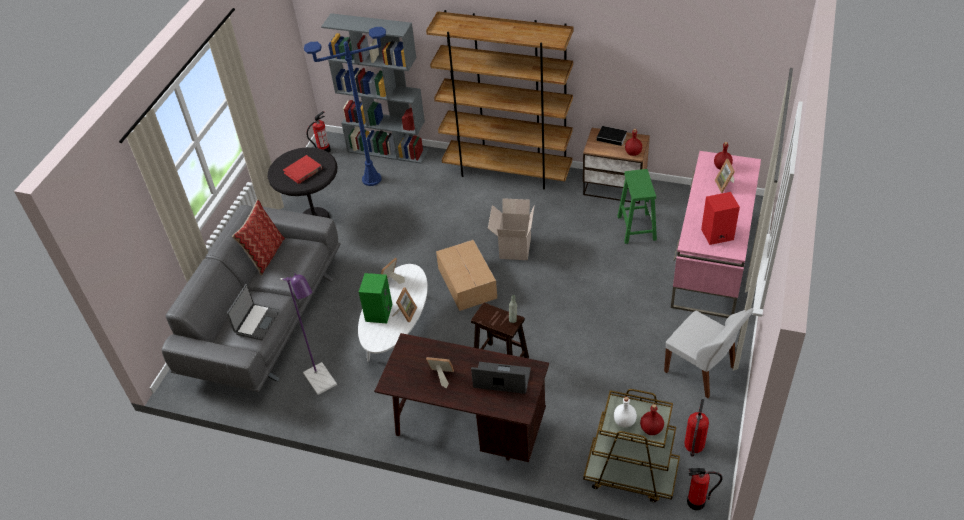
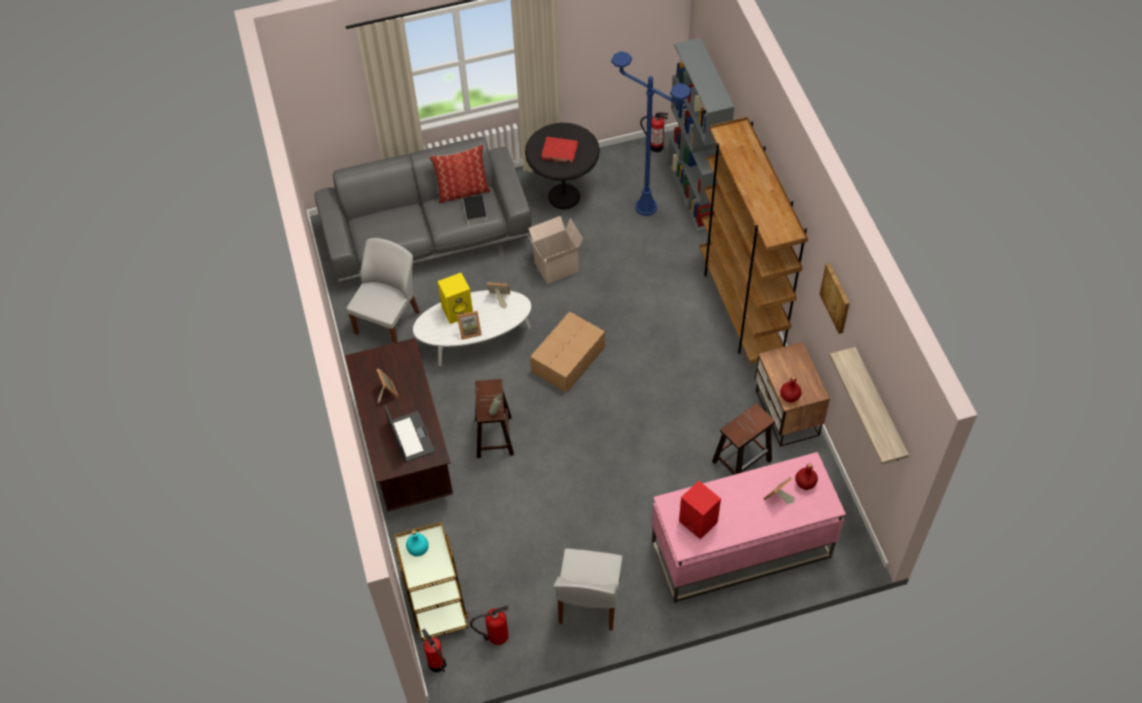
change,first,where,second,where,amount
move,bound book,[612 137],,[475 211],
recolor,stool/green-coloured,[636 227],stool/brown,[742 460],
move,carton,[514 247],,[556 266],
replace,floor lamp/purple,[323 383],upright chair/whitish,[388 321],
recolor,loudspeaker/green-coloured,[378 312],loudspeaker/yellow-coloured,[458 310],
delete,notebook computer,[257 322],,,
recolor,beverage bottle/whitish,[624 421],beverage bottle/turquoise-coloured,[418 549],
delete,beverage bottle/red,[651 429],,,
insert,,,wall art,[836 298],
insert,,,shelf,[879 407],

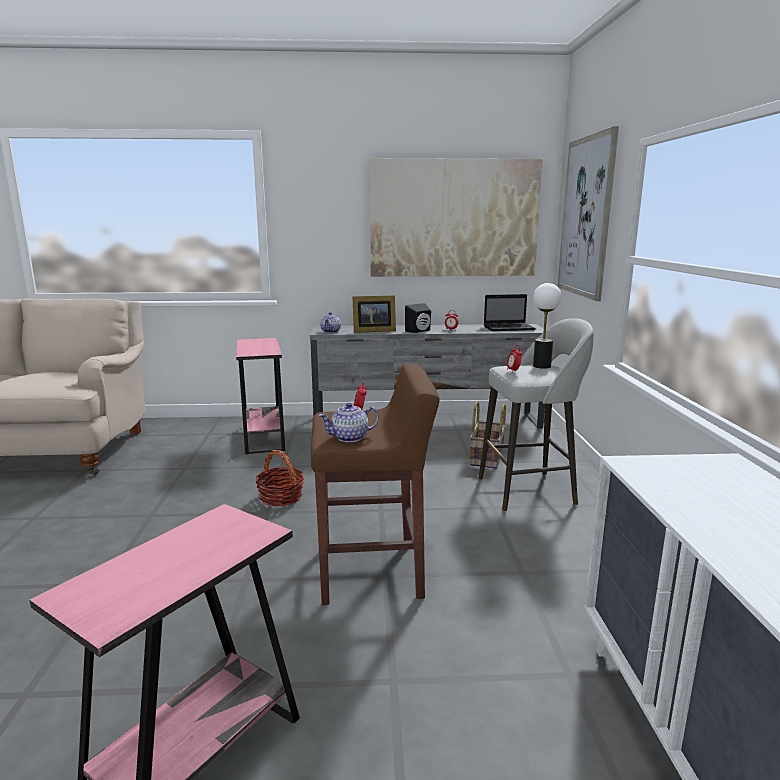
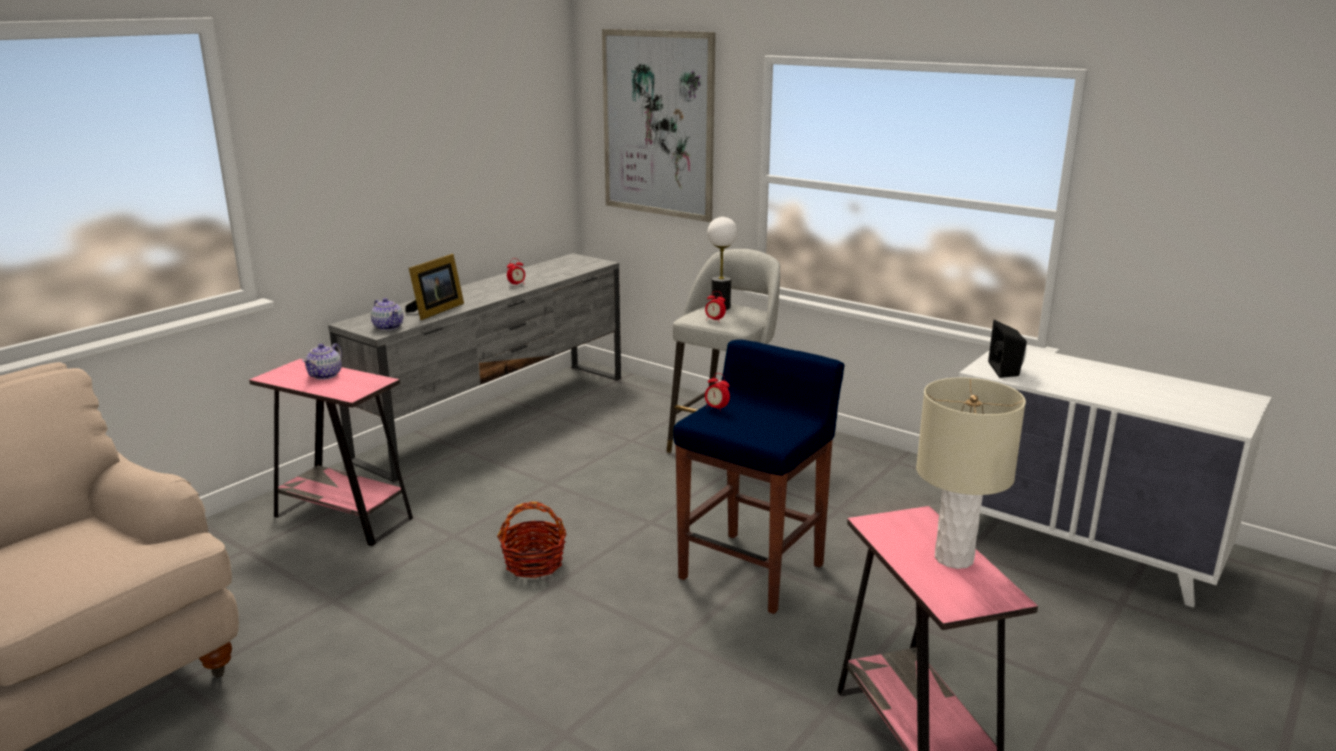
change,first,where,second,where,amount
delete,wall art,[454 218],,,
delete,notebook computer,[509 328],,,
move,loudspeaker/blackish,[419 331],,[1006 370],
recolor,stool/brown,[372 572],stool/blue-coloured,[753 570],
delete,storage basket,[487 458],,,
move,tea pot,[350 437],,[325 375],
insert,,,table lamp/beige-coloured,[954 559],

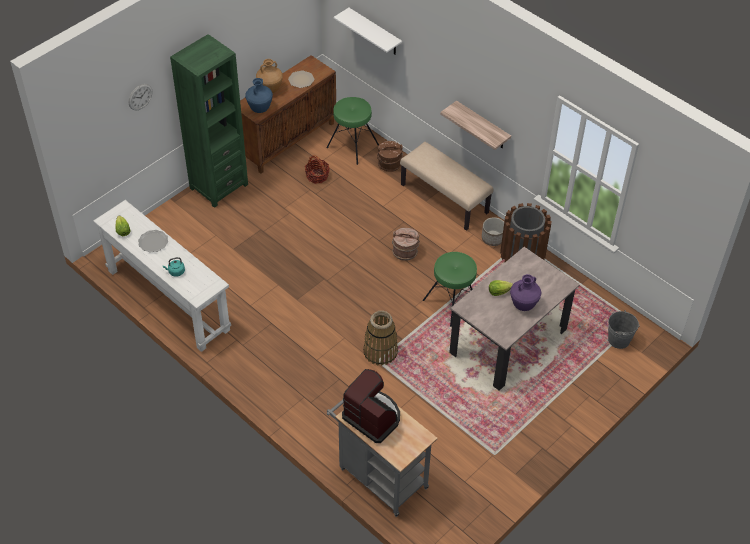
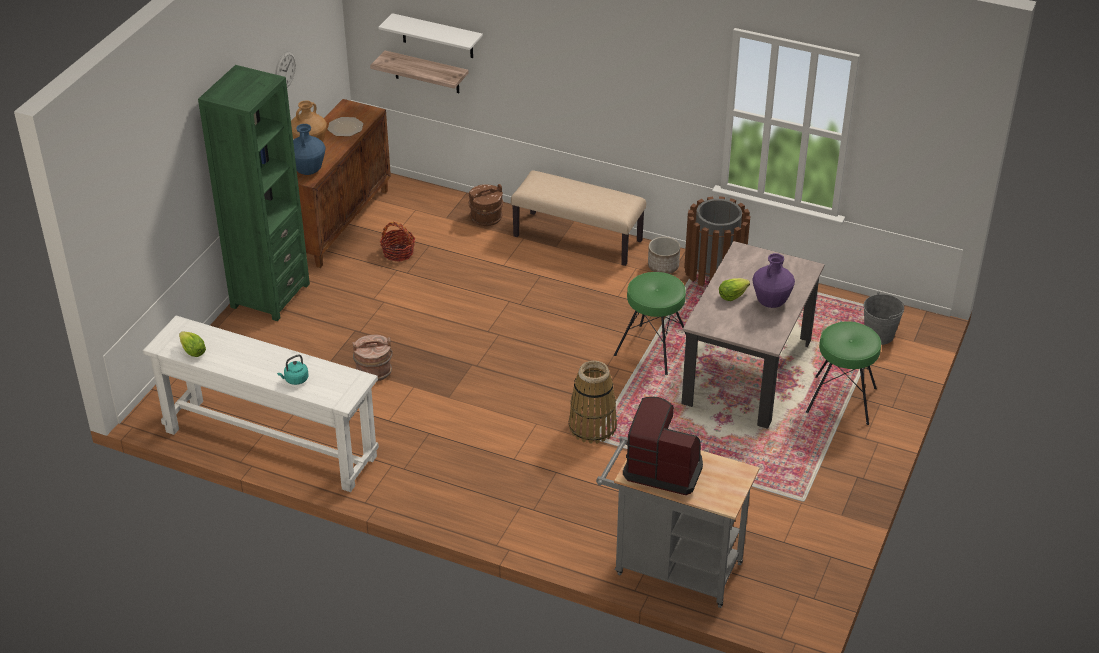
change,first,where,second,where,amount
move,hanging clock,[140 97],,[285 70],
move,stool/green-coloured,[352 146],,[841 400],
move,shelf,[482 126],,[427 72],
move,water bucket/brown,[405 252],,[374 371],
delete,dinner plate,[153 242],,,

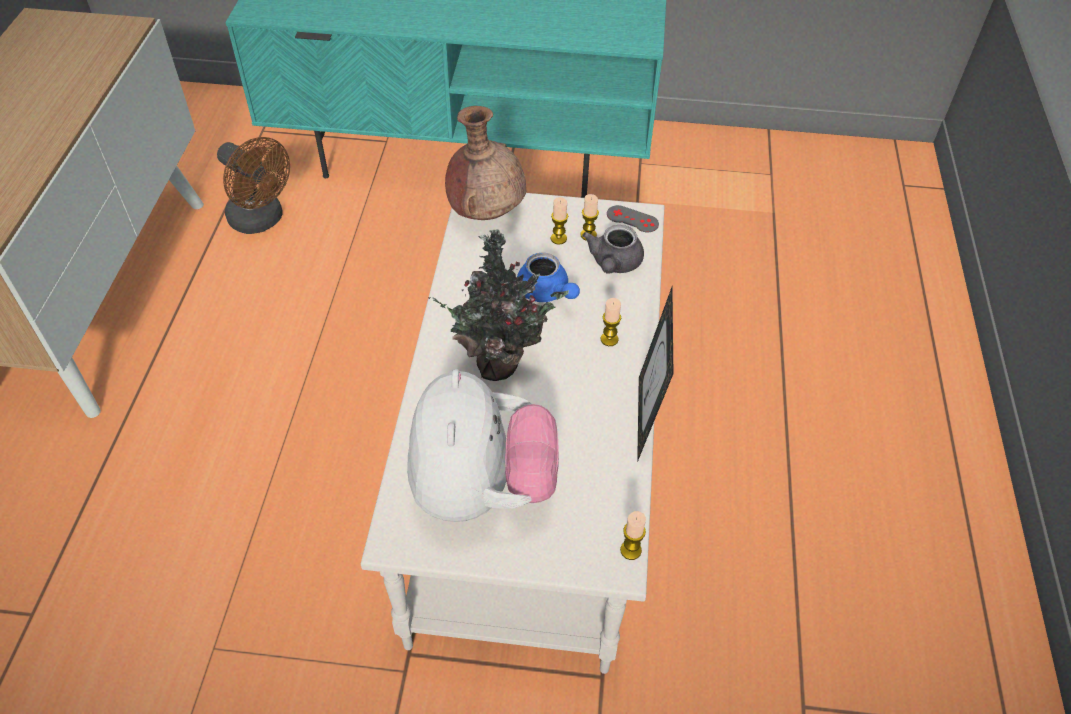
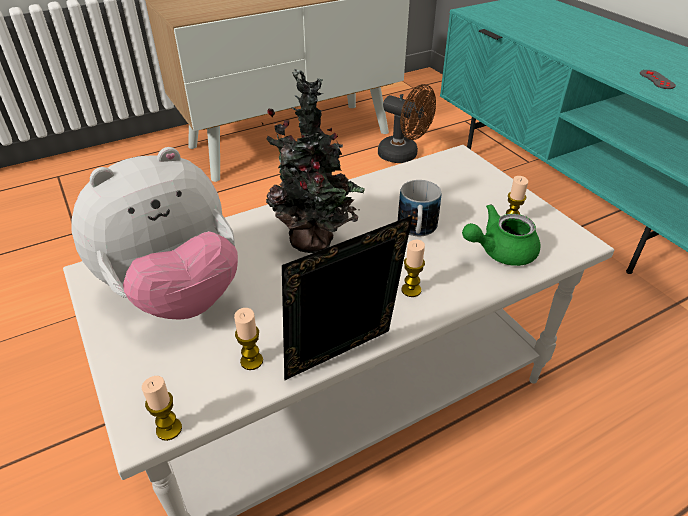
change,first,where,second,where,amount
delete,vase/brown,[486 212],,,
rotate,cooling fan/brown,[262 220],,[403 156],60 degrees counterclockwise
move,wax candle,[558 238],,[251 361],
move,joypad/greyish,[632 219],,[656 79],
recolor,tea pot/greyish,[613 264],tea pot/green-coloured,[499 252],
replace,tea pot/blue-coloured,[546 293],coffee mug,[417 230],

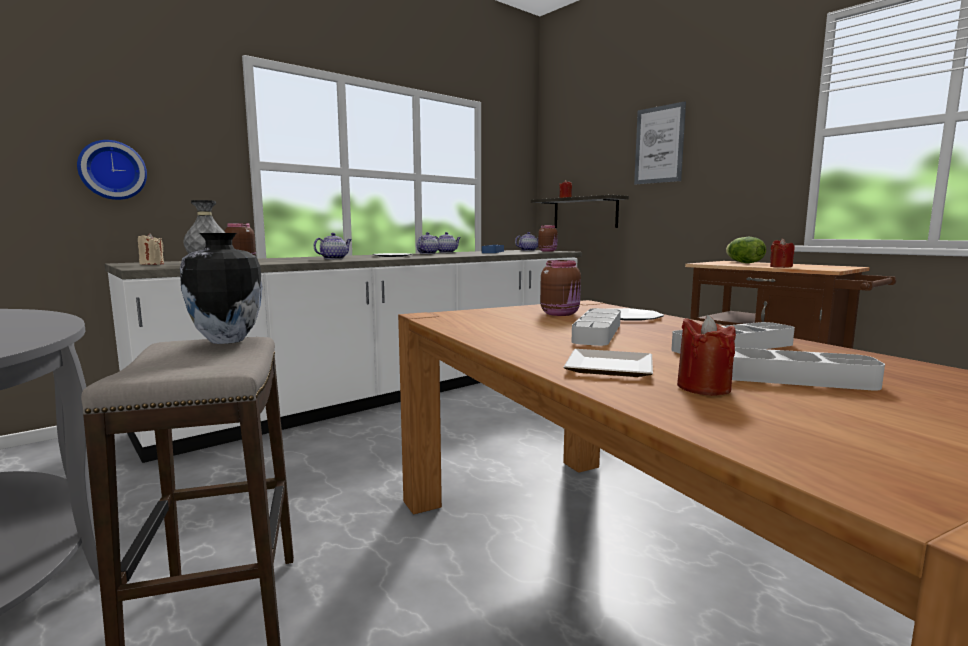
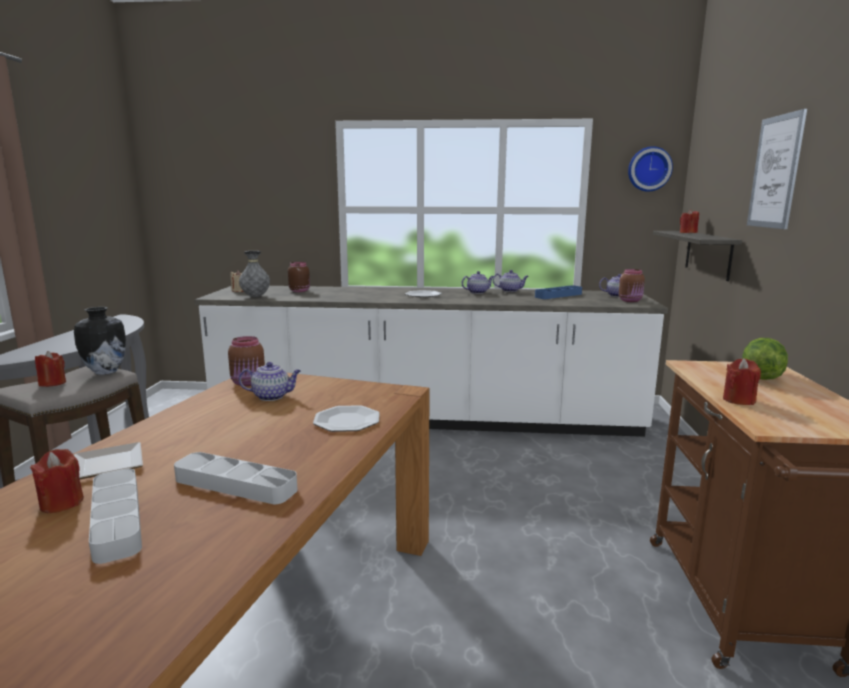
change,first,where,second,where,amount
move,hanging clock,[112 170],,[649 169],
move,tea pot,[334 259],,[272 396],
move,preserve jar/brown,[561 314],,[249 383],
delete,tray/greyish,[597 332],,,
insert,,,wax candle/red,[52 383],

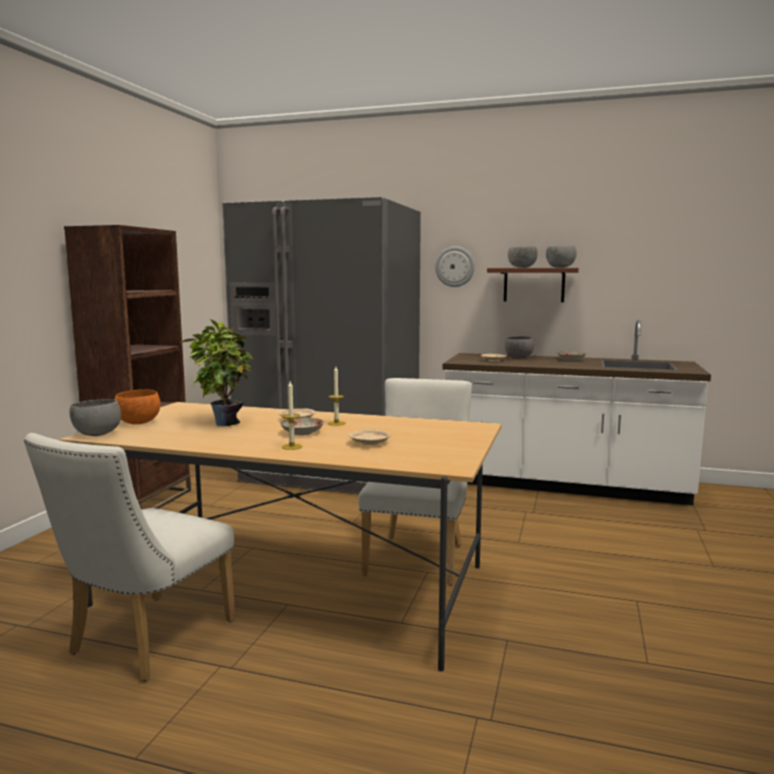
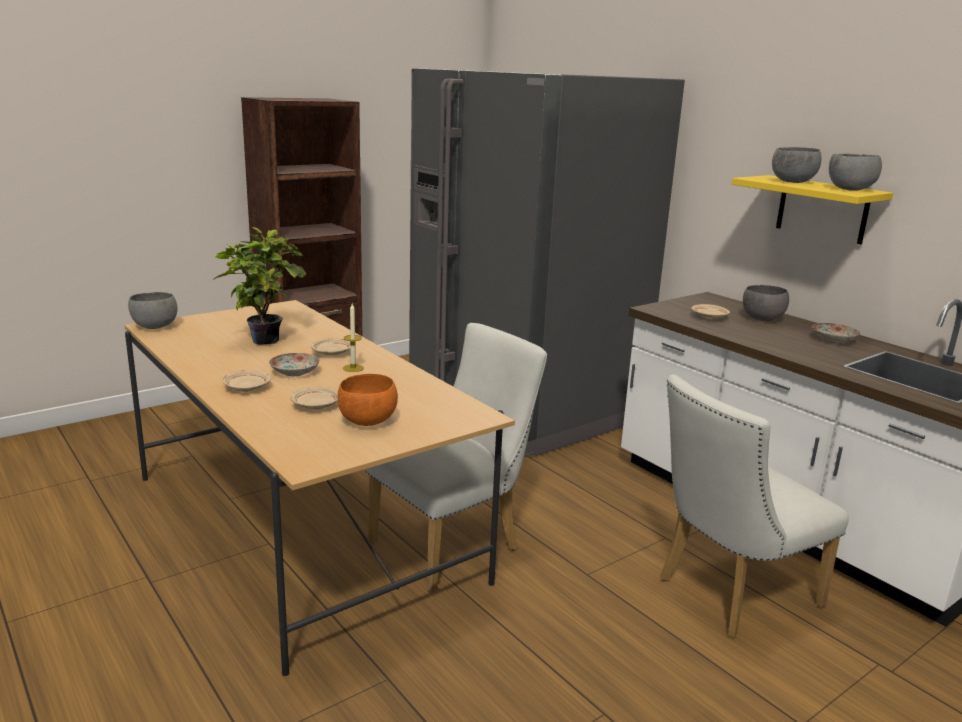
change,first,where,second,where,amount
delete,hanging clock,[455 266],,,
recolor,shelf/brown,[534 285],shelf/yellow-coloured,[822 209],
replace,wax candle,[292 447],dinner plate/beige-coloured,[246 388],
move,bowl/orange-coloured,[139 423],,[368 422],
move,upright chair/whitish,[143 642],,[729 594],

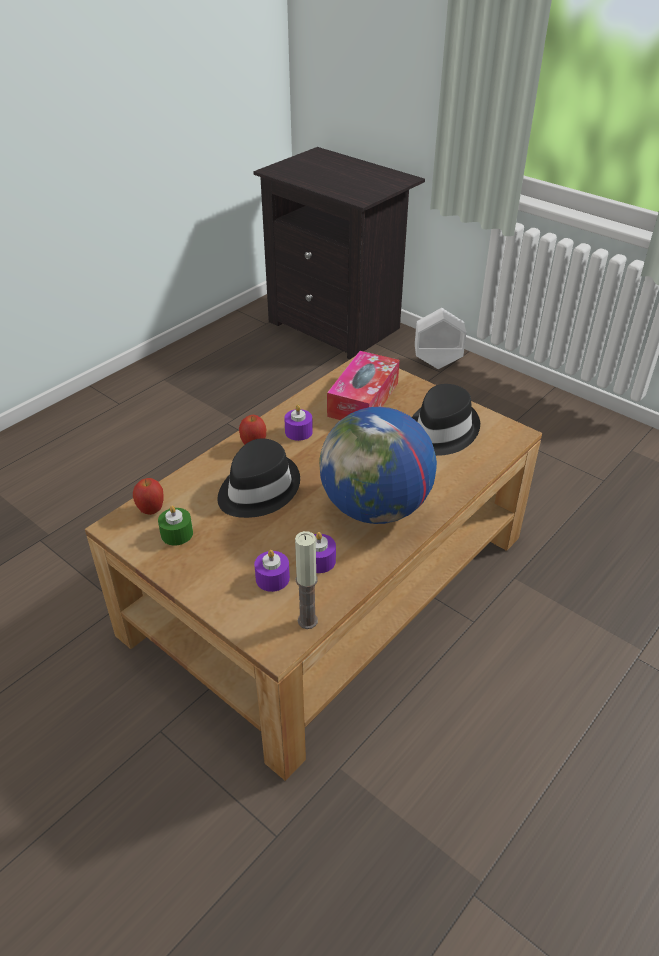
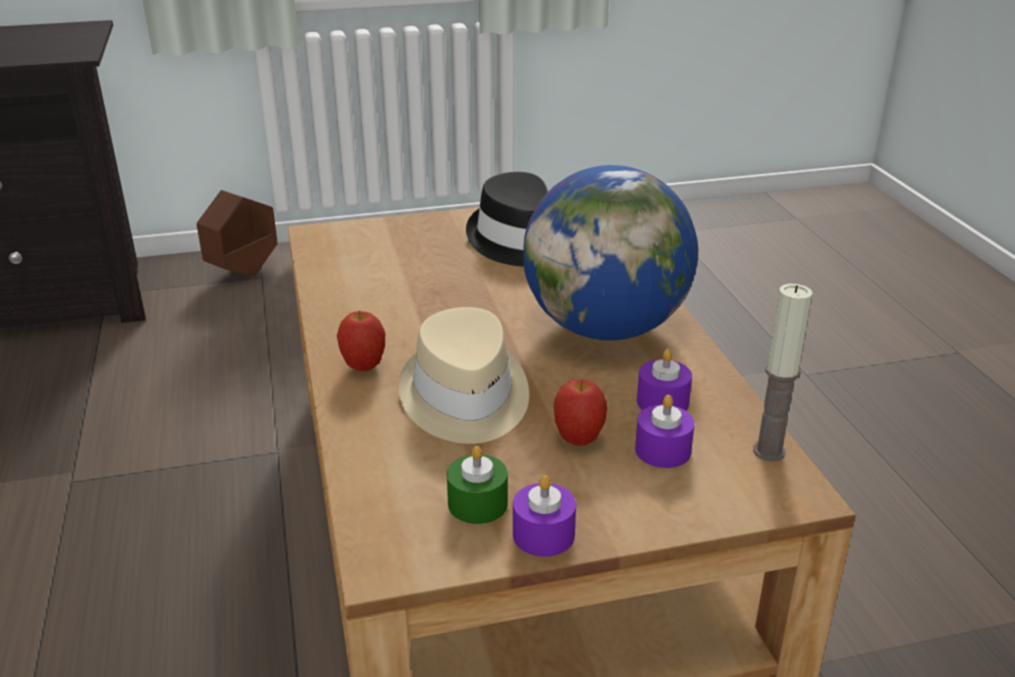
change,first,where,second,where,amount
recolor,flower pot/whitish,[437 363],flower pot/brown,[243 272],
delete,box of tissues,[363 399],,,
move,wax candle/purple,[298 432],,[543 534],
recolor,wearable hat/blackish,[257 489],wearable hat/beige-coloured,[464 398],
move,apple fruit,[151 510],,[578 440],

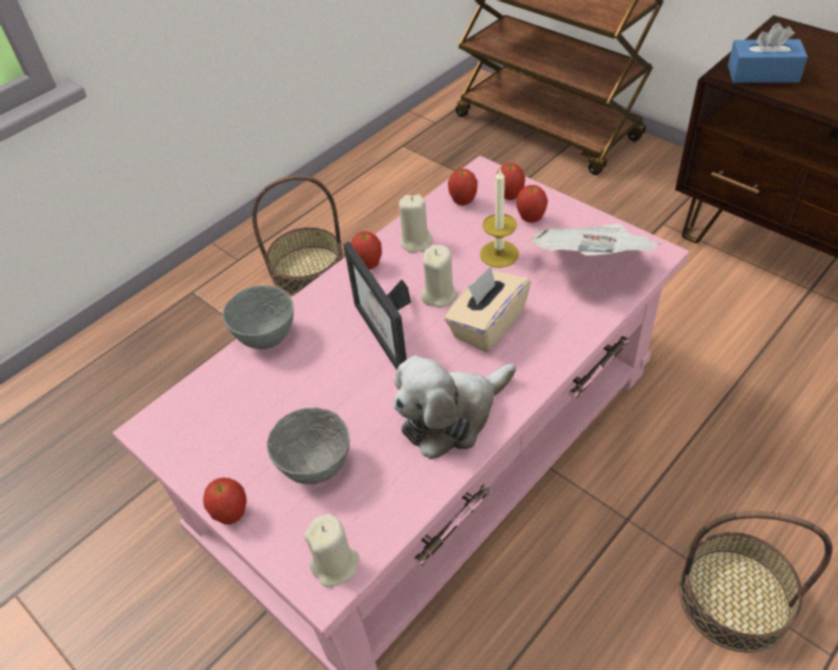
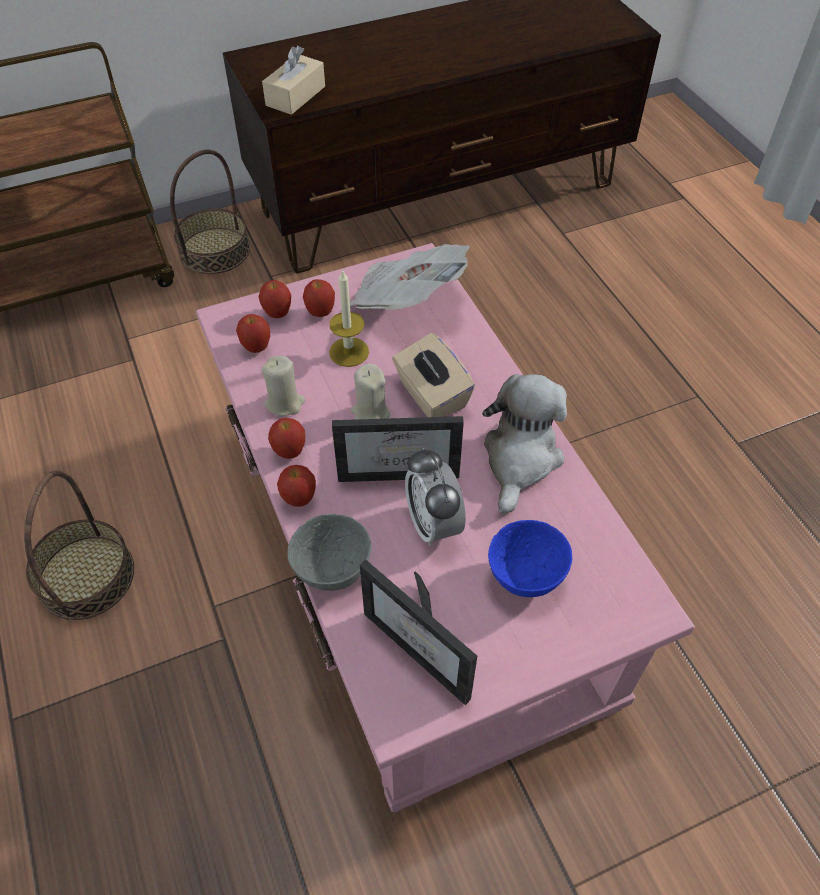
change,first,where,second,where,amount
recolor,box of tissues/blue-coloured,[763 74],box of tissues/beige-coloured,[295 96],
rotate,soft toy,[452 416],,[520 458],150 degrees counterclockwise
recolor,bowl/greyish,[315 468],bowl/blue-coloured,[526 579],
move,apple fruit,[232 514],,[299 499],
move,storage basket,[734 599],,[214 251],
delete,wax candle/beige-coloured,[335 564],,,
insert,,,alarm clock,[433 524],
insert,,,picture frame,[427 647],

